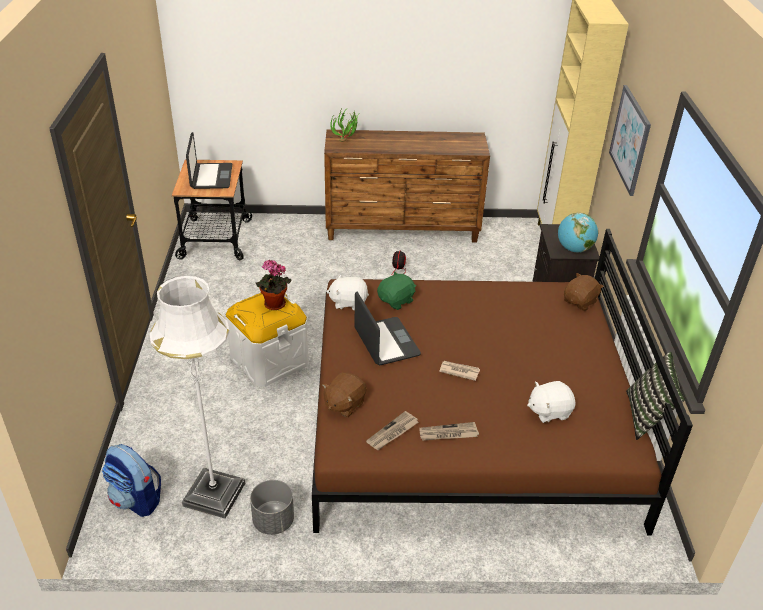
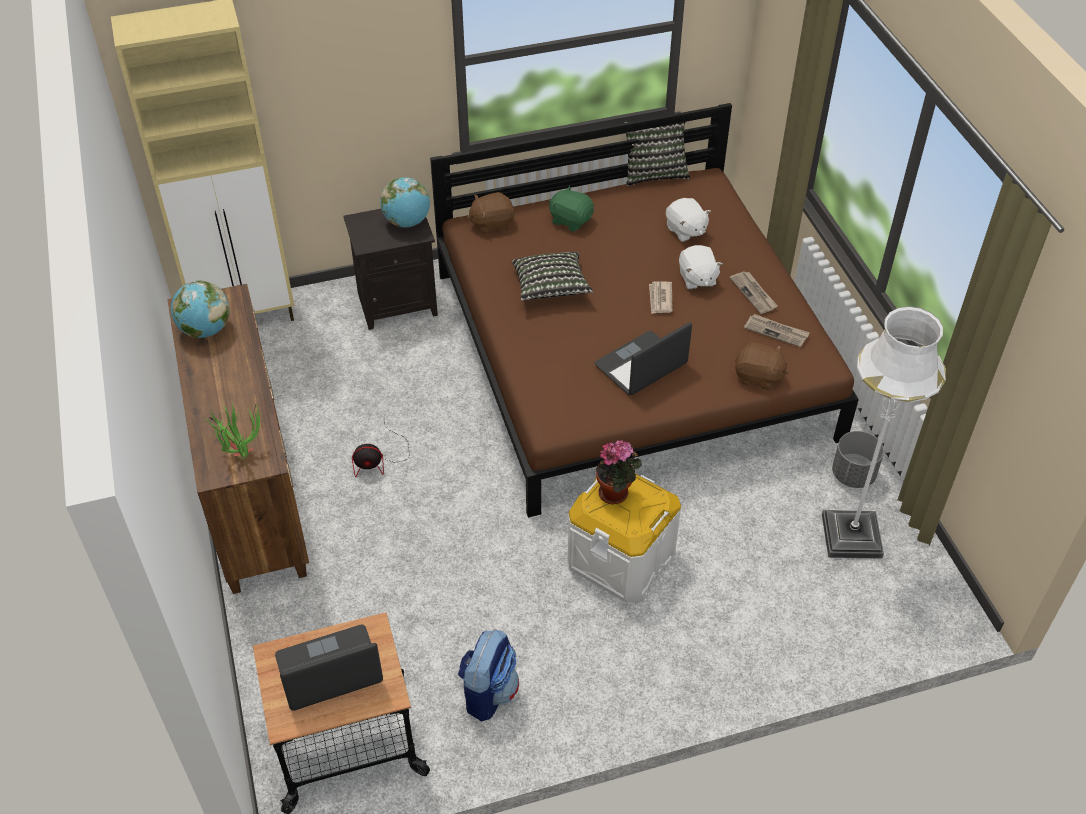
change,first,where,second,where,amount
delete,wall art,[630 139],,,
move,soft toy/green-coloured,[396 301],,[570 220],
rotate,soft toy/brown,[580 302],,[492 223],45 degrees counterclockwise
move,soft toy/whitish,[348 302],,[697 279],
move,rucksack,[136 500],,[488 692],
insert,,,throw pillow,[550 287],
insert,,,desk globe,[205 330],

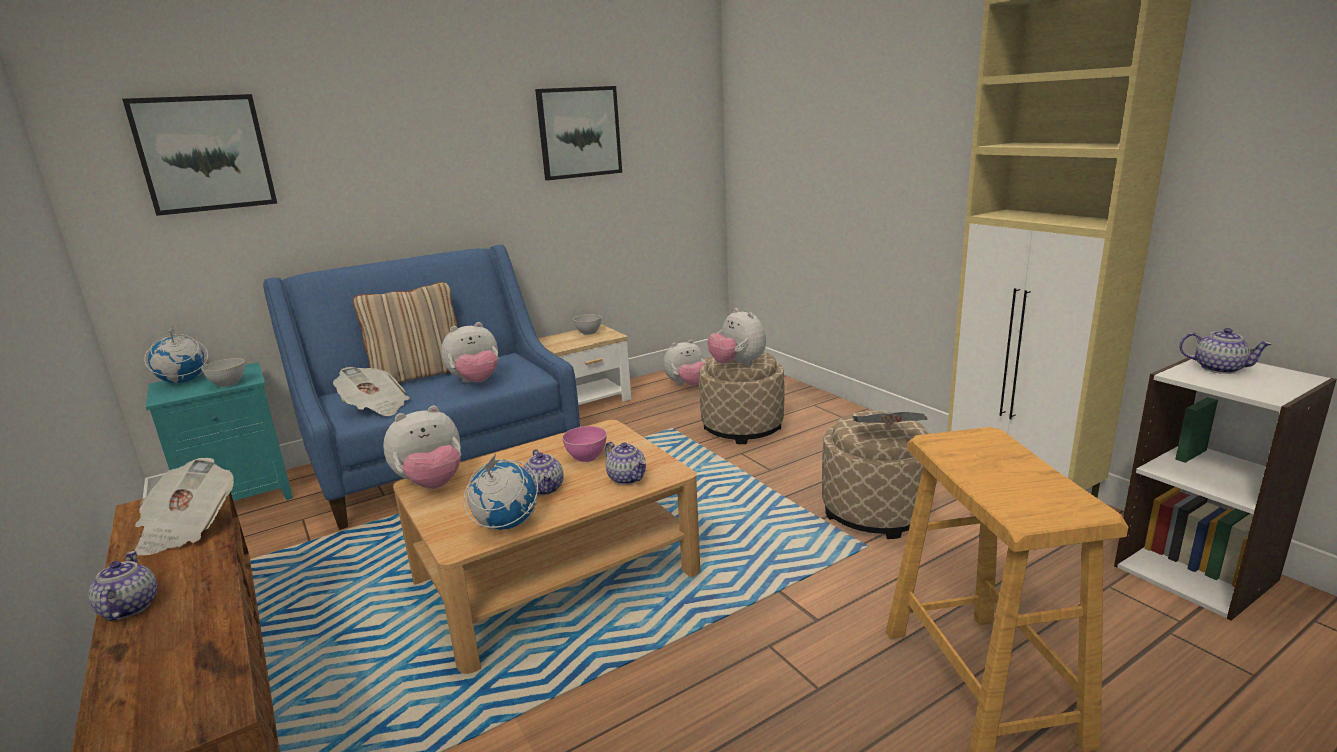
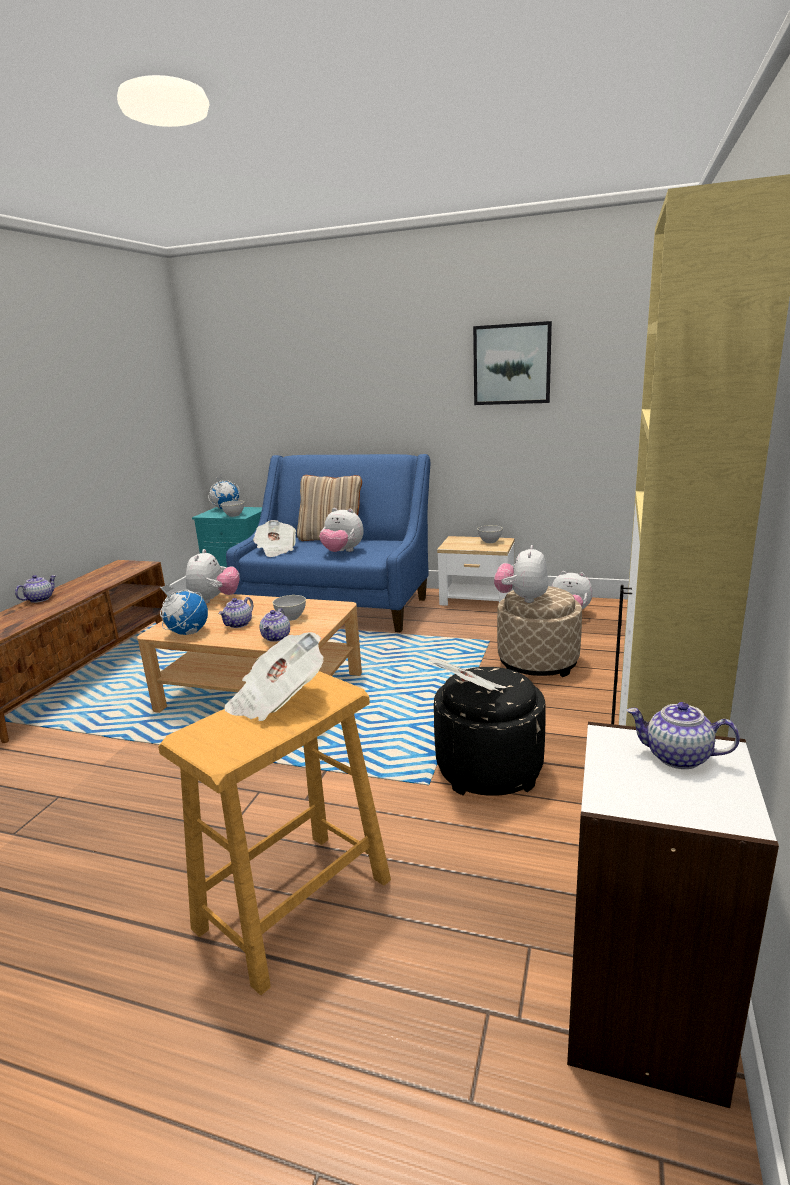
change,first,where,second,where,amount
delete,wall art,[204 154],,,
rotate,tea pot,[1219 368],,[677 757],120 degrees clockwise
rotate,soft toy,[431 484],,[214 600],105 degrees counterclockwise
recolor,footrest/beige-coloured,[875 511],footrest/blackish,[489 768],
recolor,bowl/pink,[586 457],bowl/greyish,[291 617],
move,printed paper,[187 528],,[277 700],

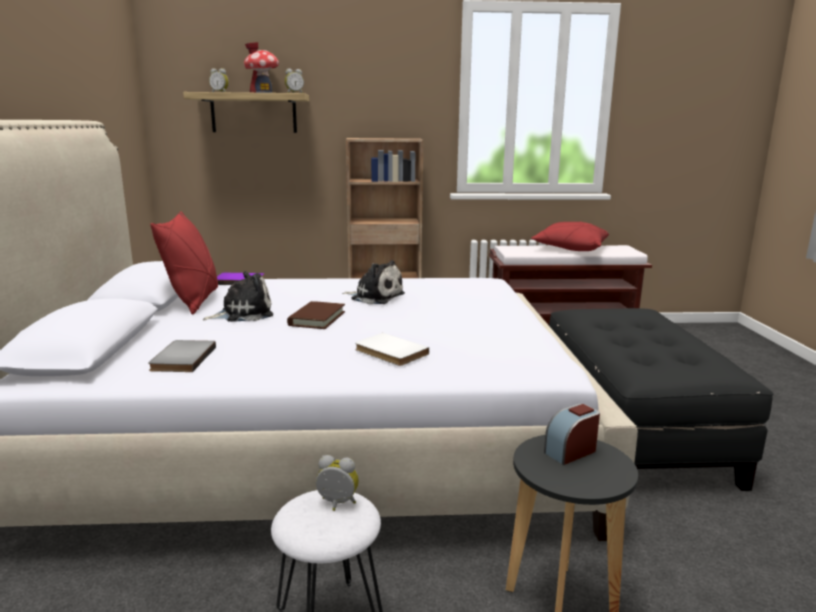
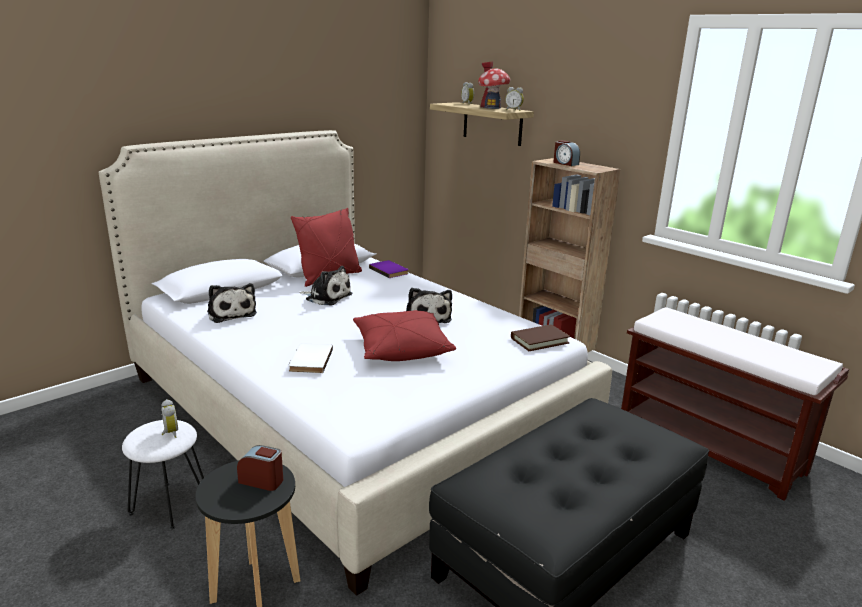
change,first,where,second,where,amount
move,throw pillow/red,[570 249],,[401 349],
move,bound book/brown,[317 318],,[539 340],
replace,bound book/greyish,[181 359],soft toy,[231 313],
insert,,,alarm clock,[565 163],

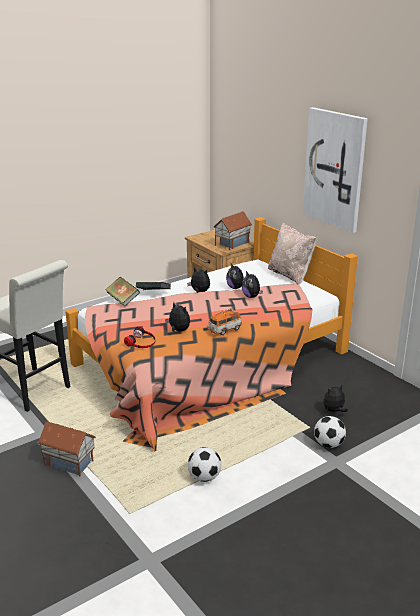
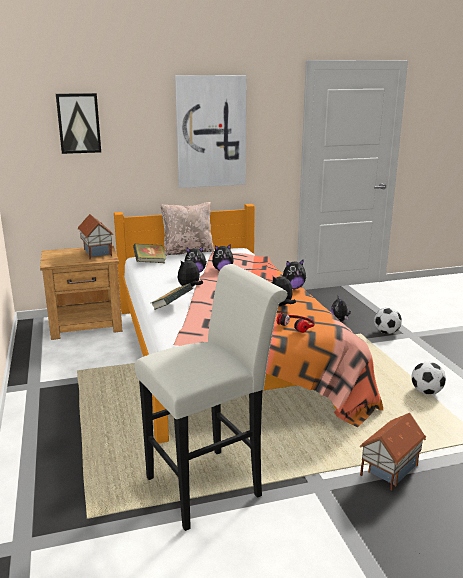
change,first,where,second,where,amount
move,bound book,[123 300],,[150 262],
replace,toy car,[224 330],soft toy,[293 288],
insert,,,wall art,[78 123],

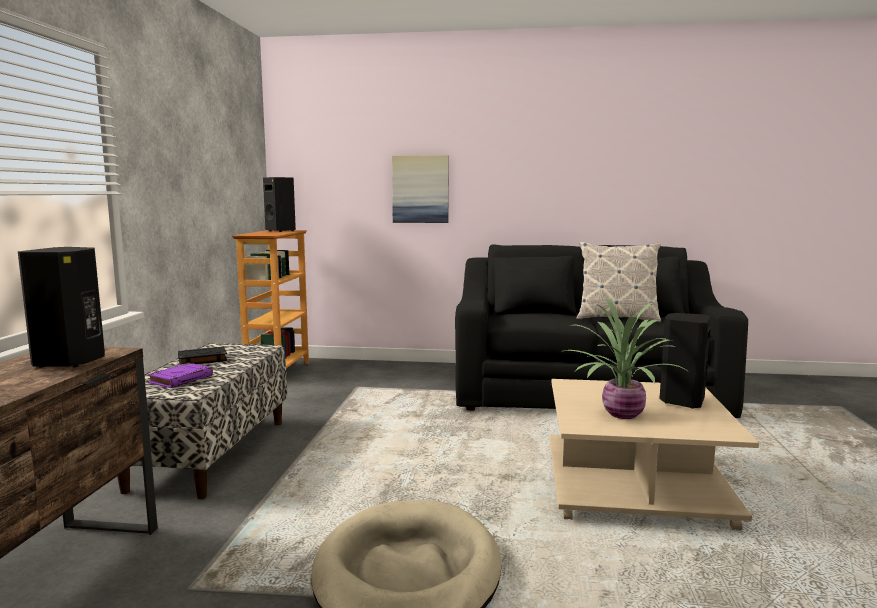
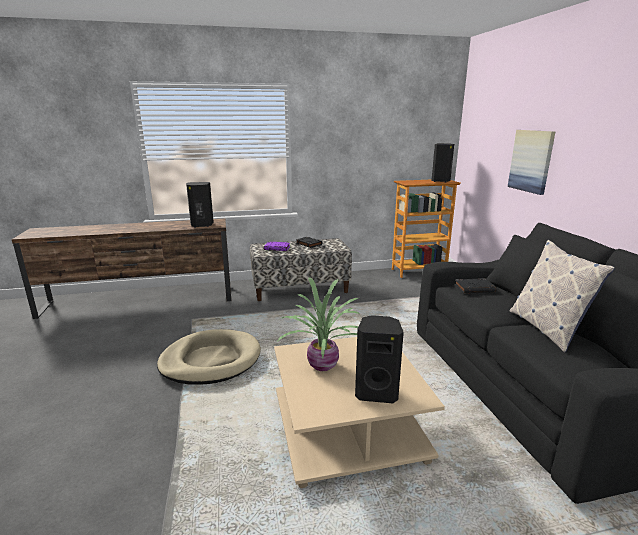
change,first,where,second,where,amount
insert,,,bound book/blackish,[474 288],

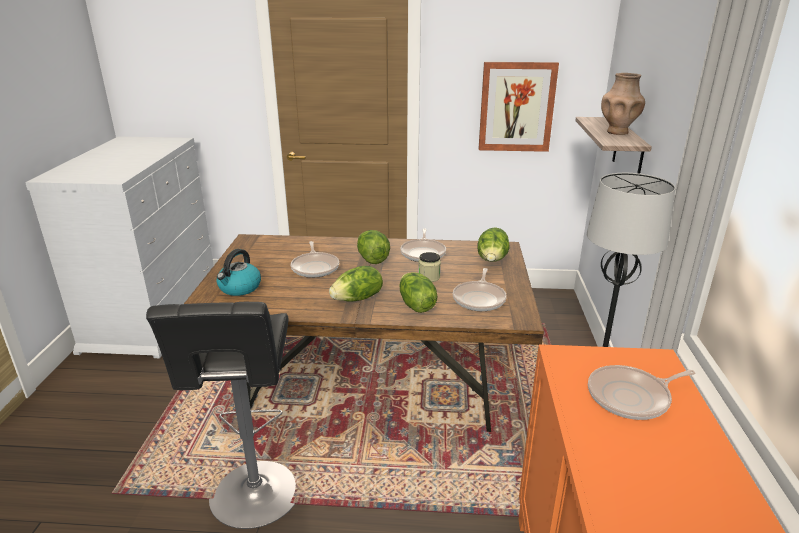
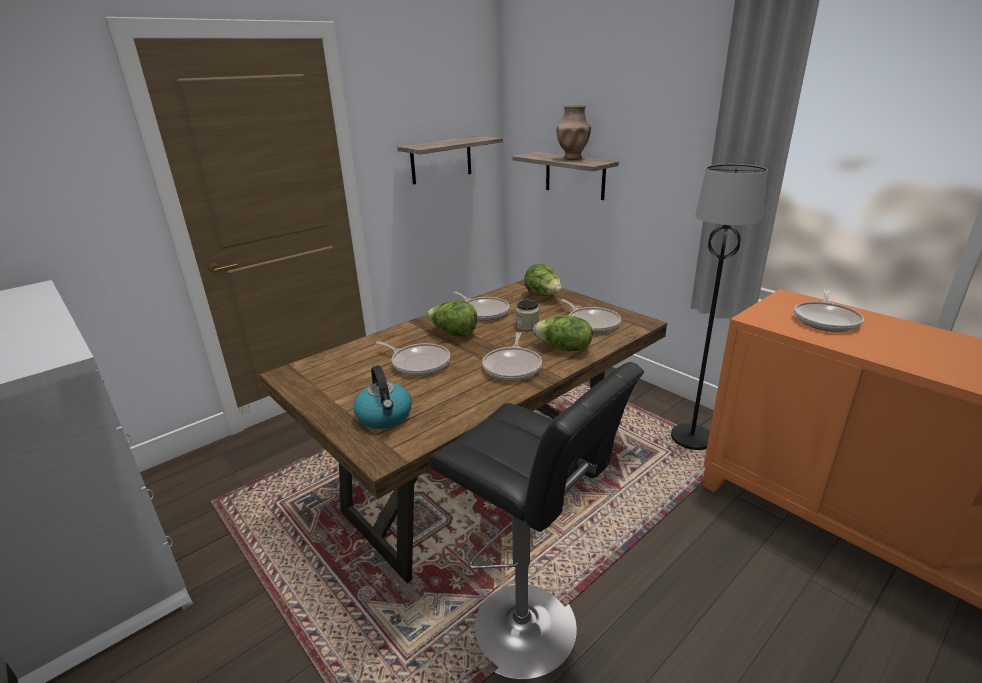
change,first,where,second,where,amount
replace,wall art,[516 107],shelf,[441 160],
replace,head of lettuce,[358 299],pan,[513 366],

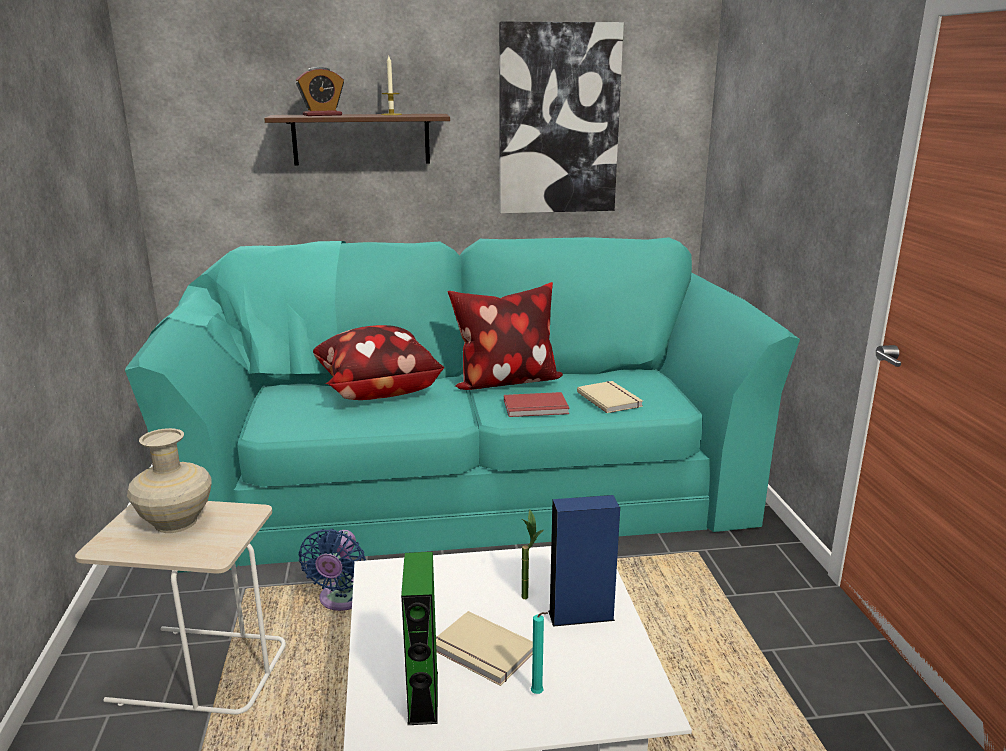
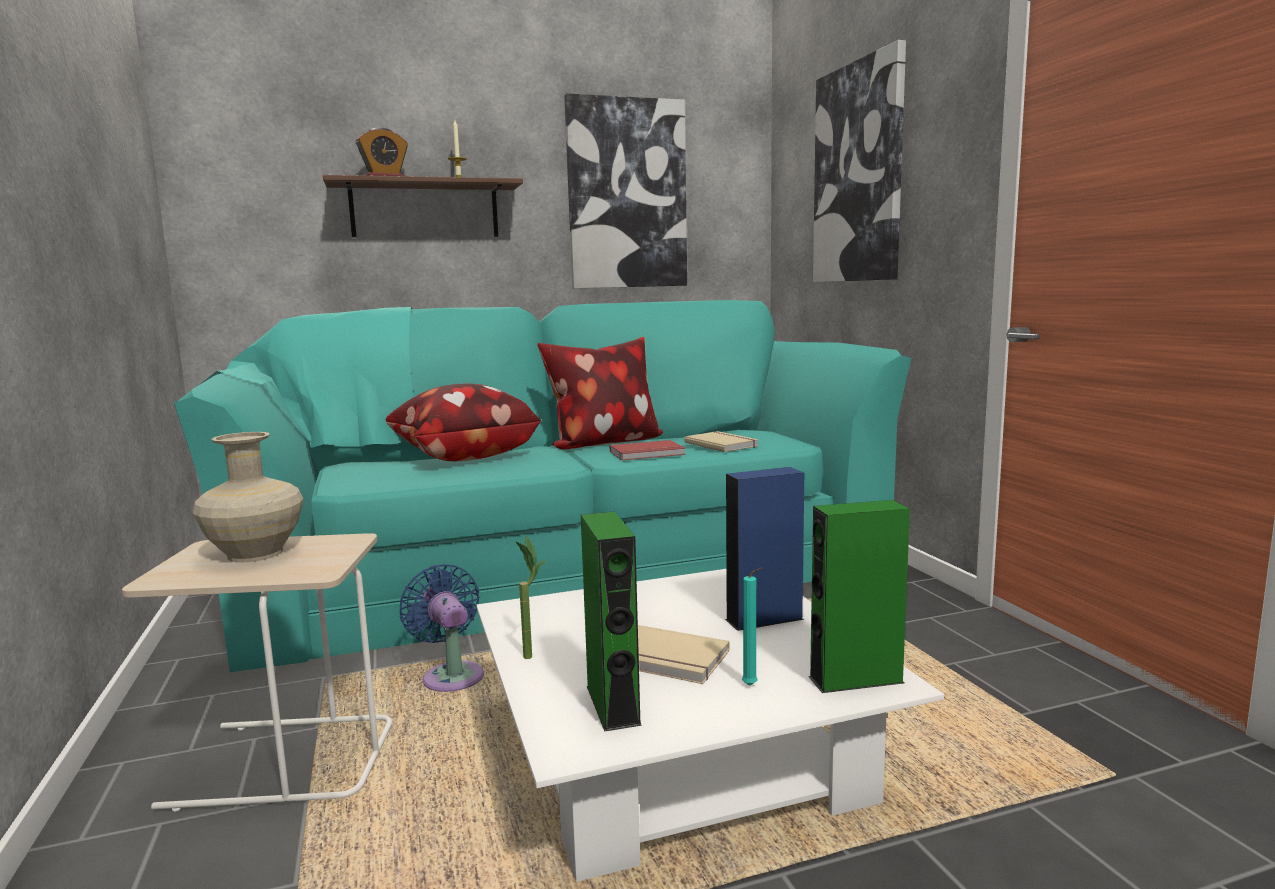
change,first,where,second,where,amount
move,plant in a pot,[527 593],,[531 653],
rotate,cooling fan/blue-coloured,[342 600],,[451 676],150 degrees clockwise
insert,,,wall art,[858 174],
insert,,,loudspeaker/green-coloured,[855 679],

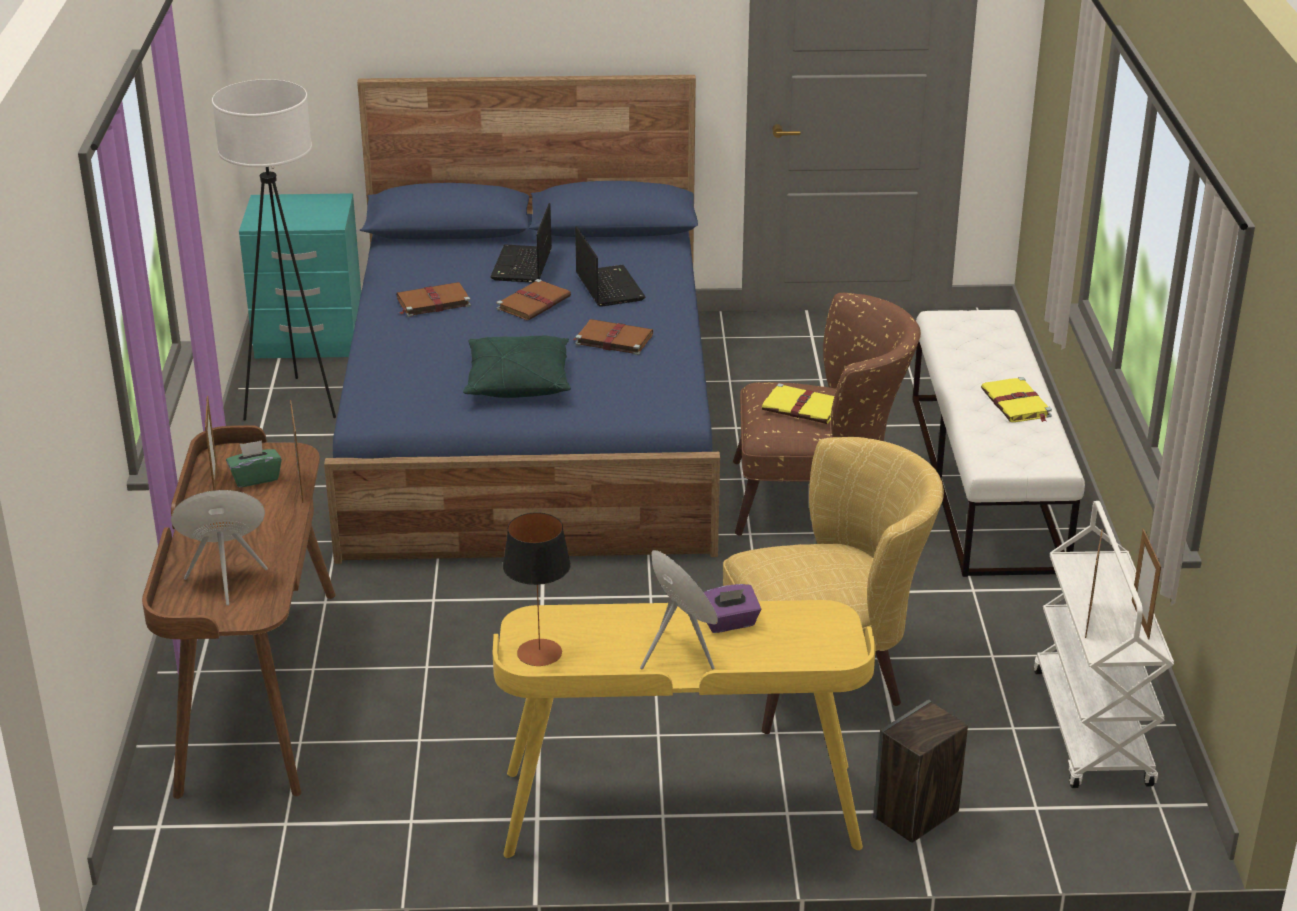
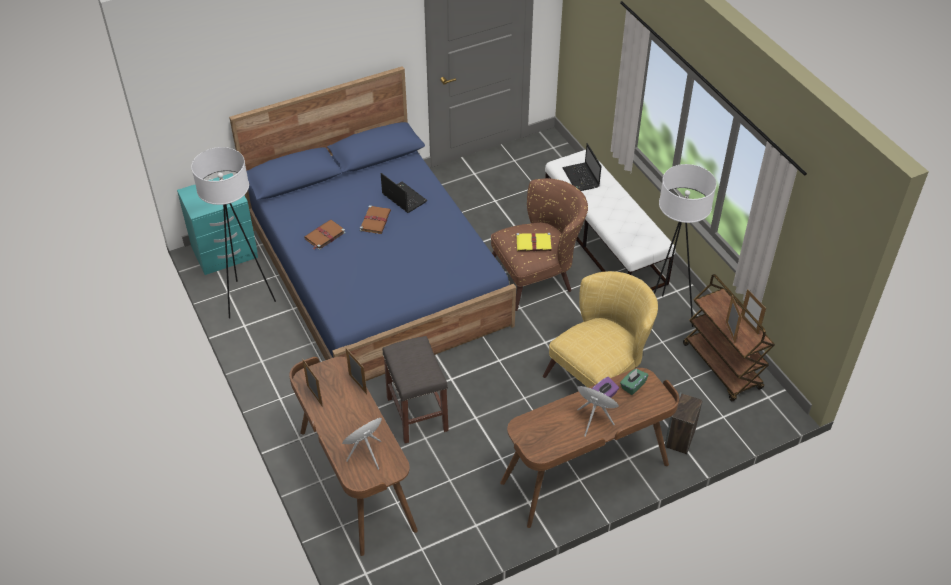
change,first,where,second,where,amount
move,notebook computer,[522 266],,[581 178],
delete,bound book/brown,[613 339],,,
delete,throw pillow/green-coloured,[518 382],,,
delete,bound book/yellow-coloured,[1016 404],,,
move,box of tissues/green-coloured,[255 478],,[632 386],
recolor,trolley/whitish,[1092 729],trolley/brown,[722 367],
delete,table lamp,[539 652],,,
recolor,desk/yellow-coloured,[680 812],desk/brown,[585 474],
insert,,,floor lamp/whitish,[664 317],
insert,,,stool/greyish,[418 415],

